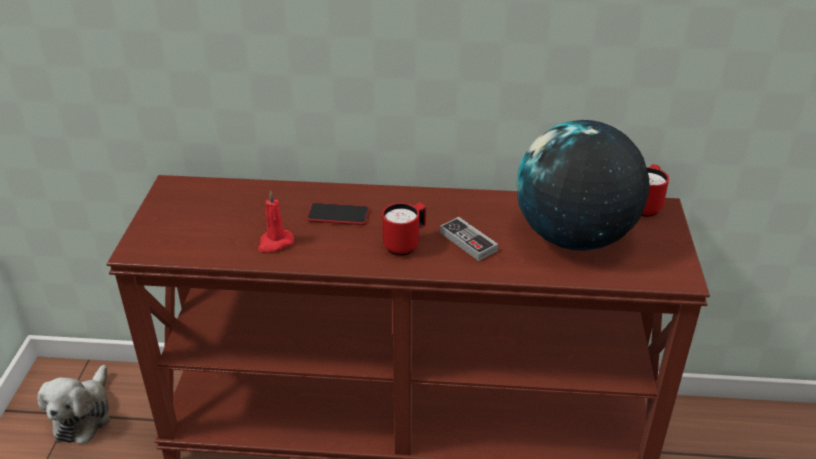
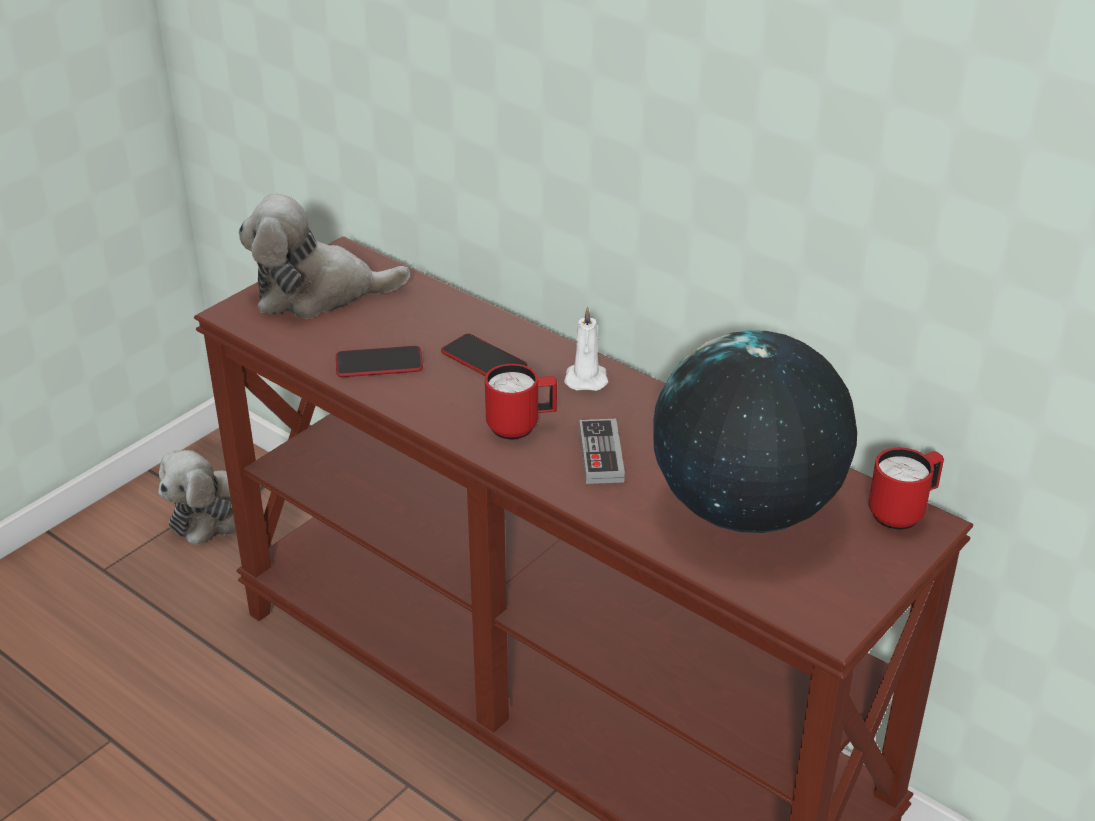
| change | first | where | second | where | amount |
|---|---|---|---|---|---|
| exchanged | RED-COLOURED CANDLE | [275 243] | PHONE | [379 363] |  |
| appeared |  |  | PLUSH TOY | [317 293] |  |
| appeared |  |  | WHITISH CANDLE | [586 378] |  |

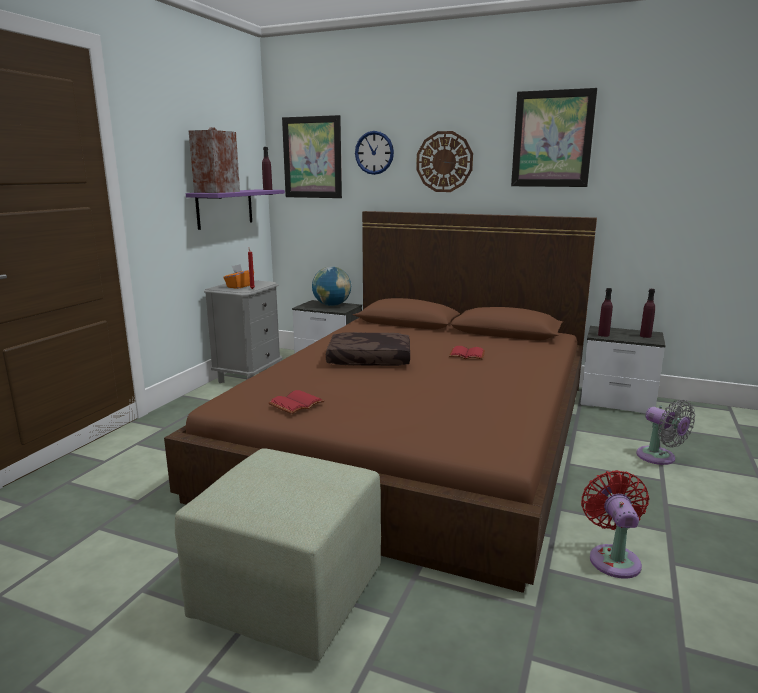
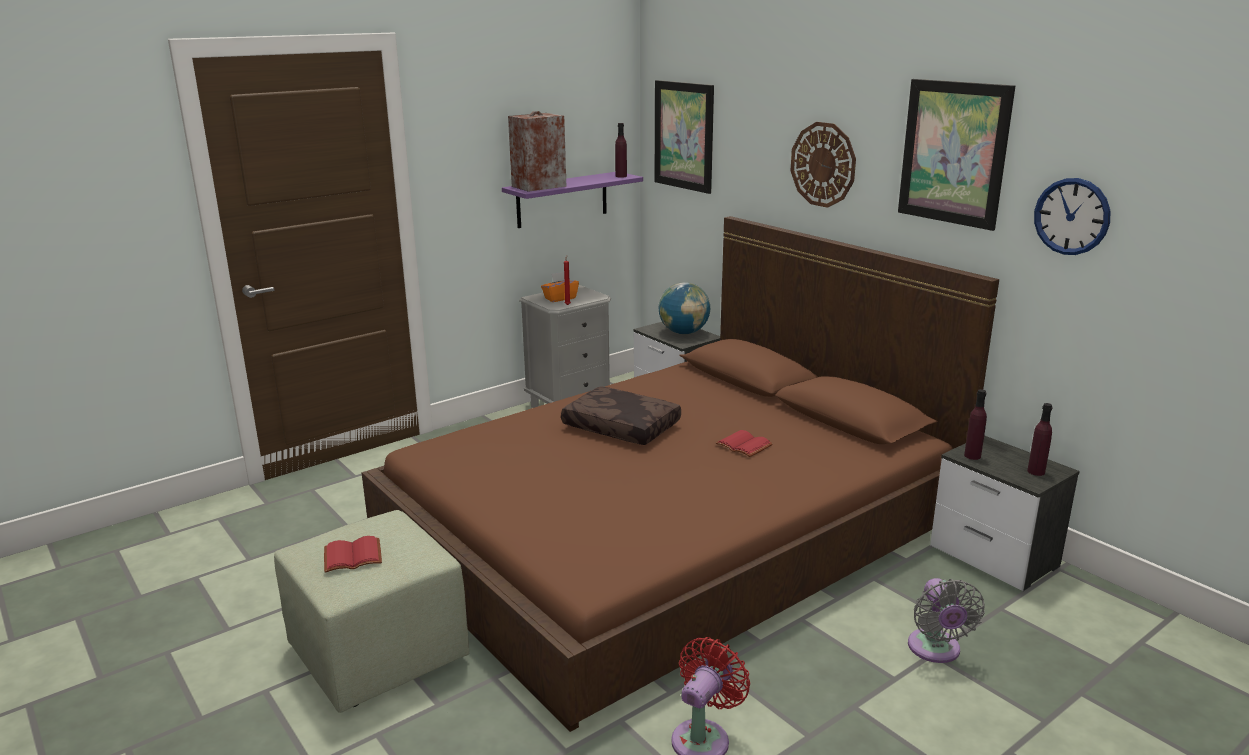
| change | first | where | second | where | amount |
|---|---|---|---|---|---|
| relocated | WALL CLOCK | [374 152] |  | [1071 216] |  |
| relocated | RED-COLOURED VOLUME | [297 404] |  | [352 558] |  |

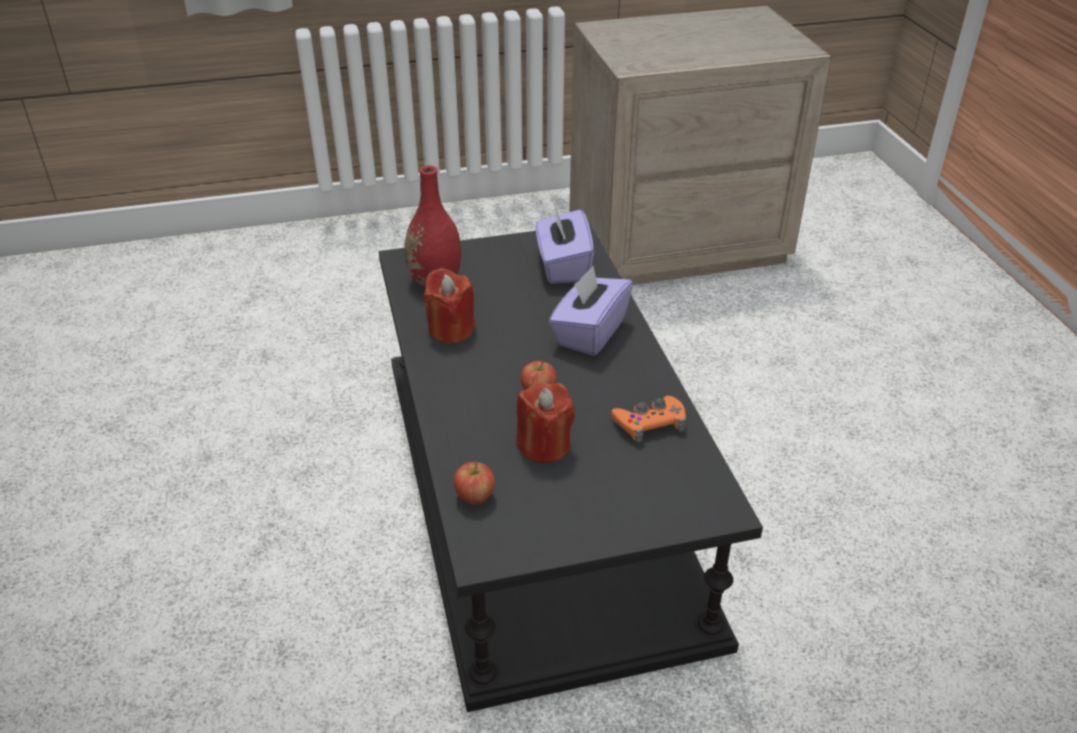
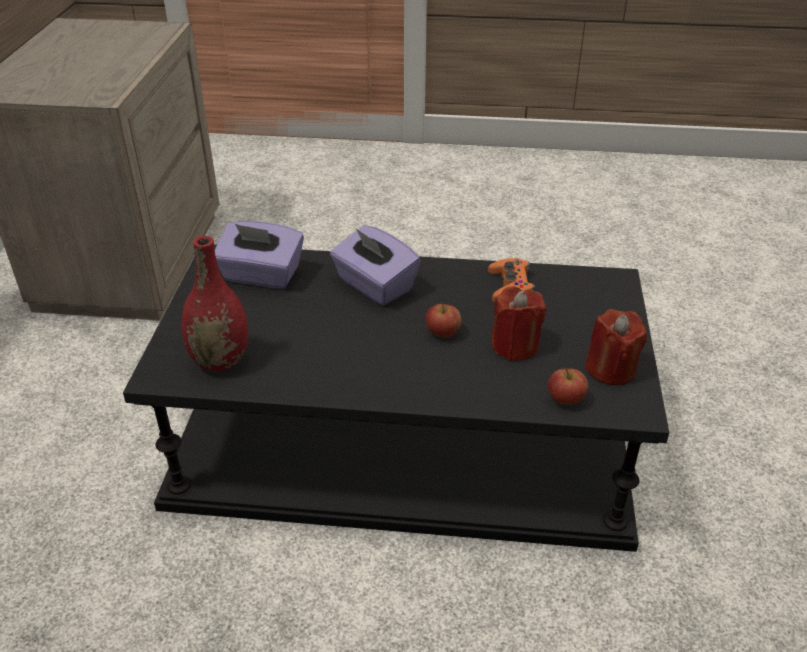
| change | first | where | second | where | amount |
|---|---|---|---|---|---|
| relocated | RED-COLOURED CANDLE | [450 329] |  | [611 369] |  |

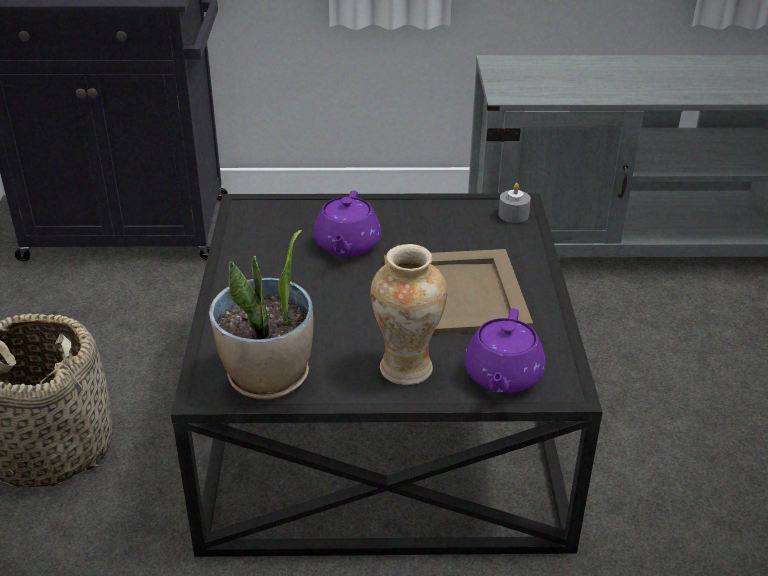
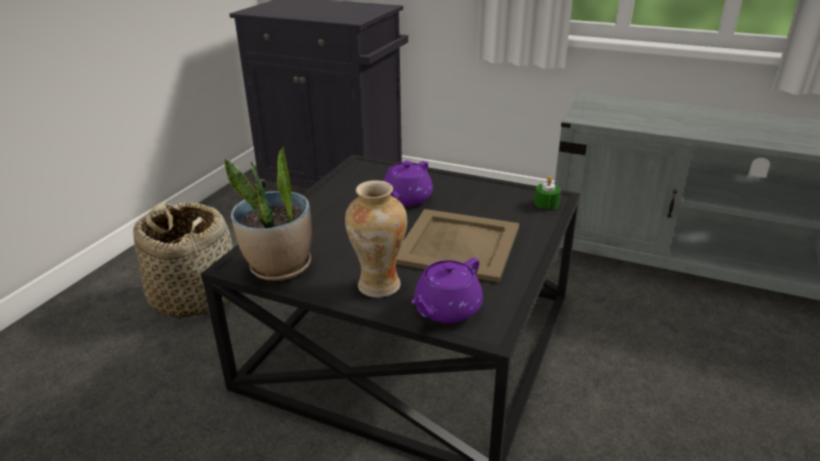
| change | first | where | second | where | amount |
|---|---|---|---|---|---|
| colour | GREYISH CANDLE | [513 215] | GREENISH CANDLE | [546 203] |  |

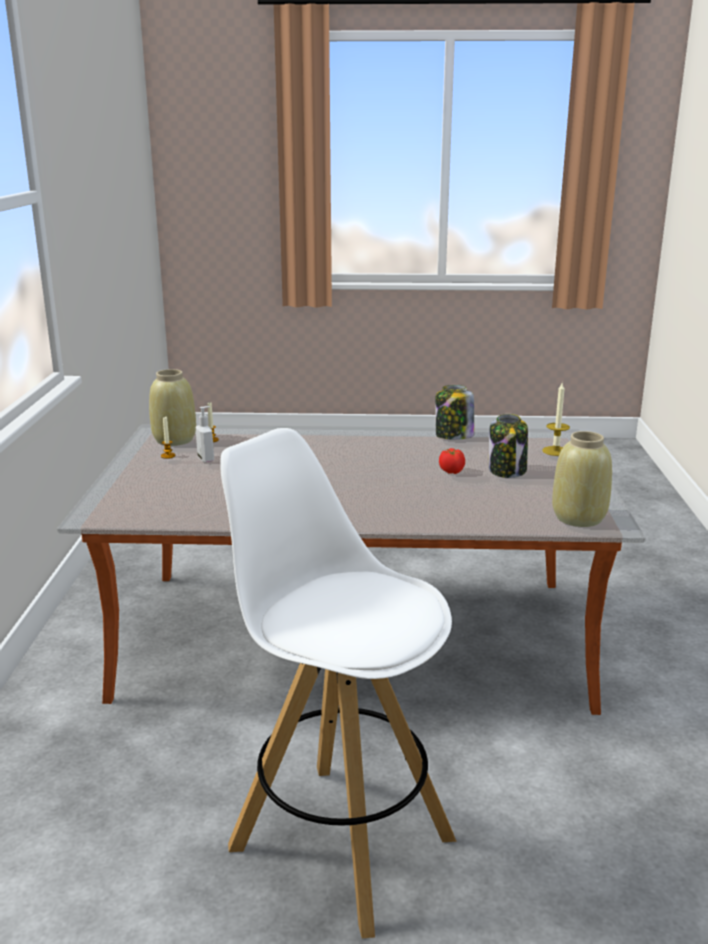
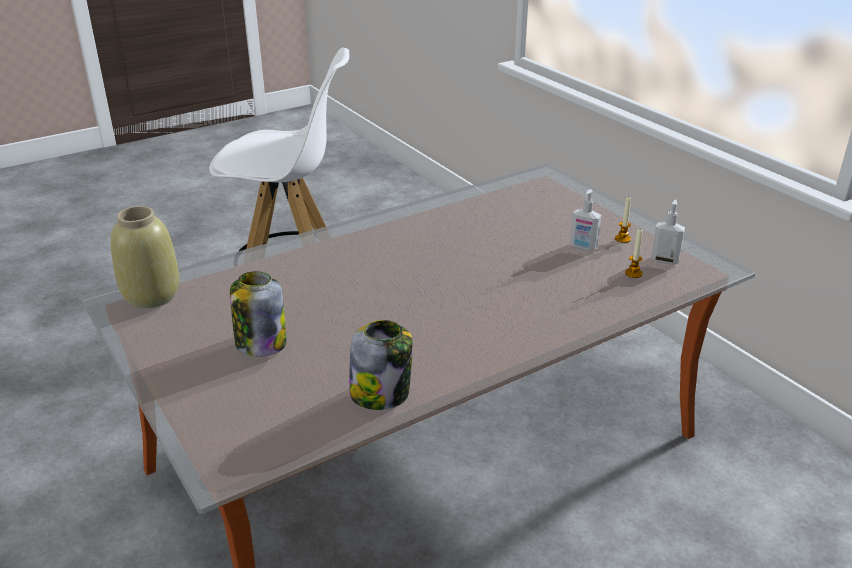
| change | first | where | second | where | amount |
|---|---|---|---|---|---|
| exchanged | BEIGE-COLOURED FLOWER VASE | [175 440] | SOAP BOTTLE | [664 260] |  |
| missing | CANDLE | [555 451] |  |  |  |
| missing | TOMATO | [452 471] |  |  |  |

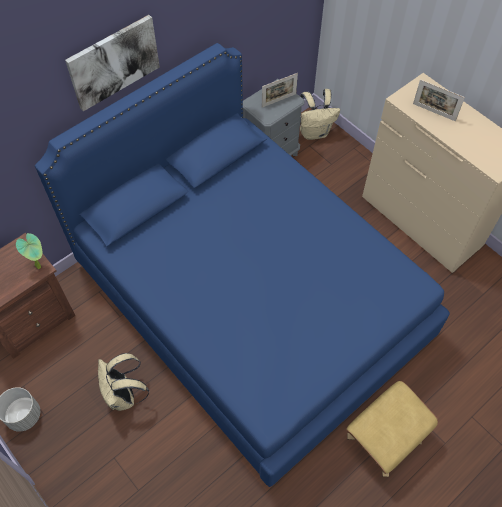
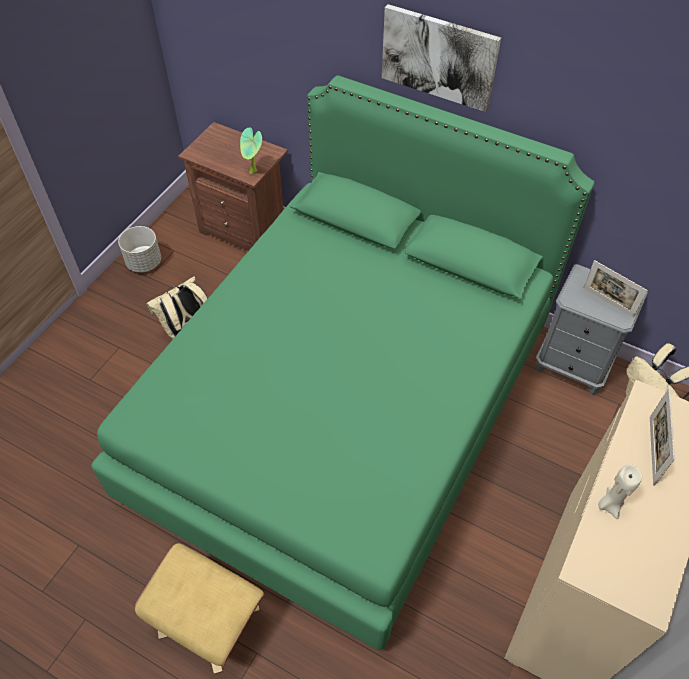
| change | first | where | second | where | amount |
|---|---|---|---|---|---|
| colour | BLUE-COLOURED SLEEPING BED | [250 301] | GREENISH SLEEPING BED | [344 410] |  |
| appeared |  |  | BEIGE-COLOURED CANDLE | [609 504] |  |

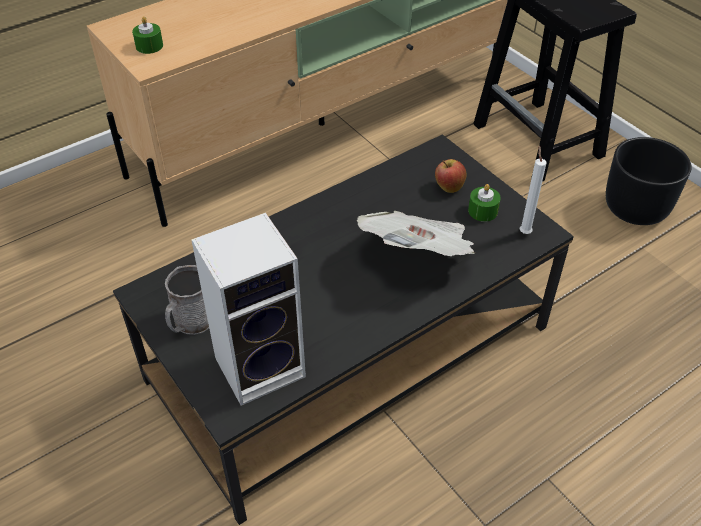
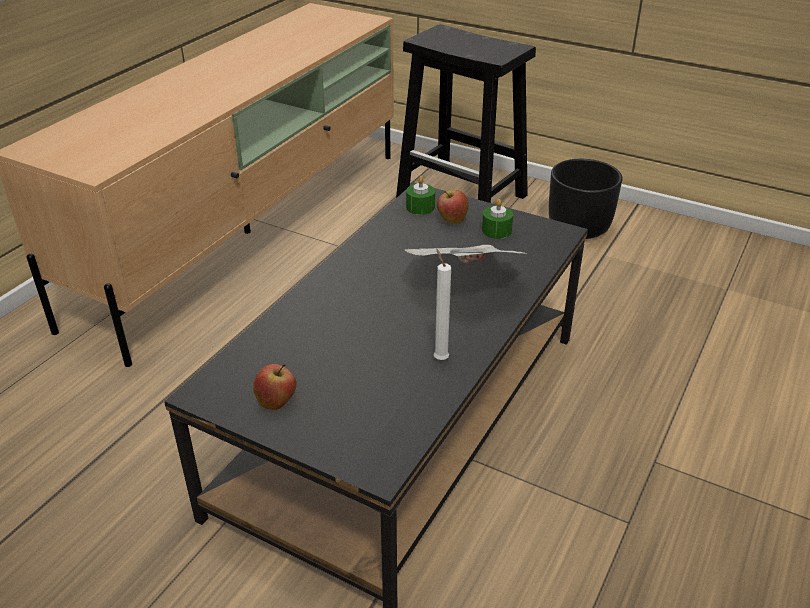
| change | first | where | second | where | amount |
|---|---|---|---|---|---|
| relocated | GREENISH CANDLE | [149 46] |  | [420 207] |  |
| relocated | WHITISH CANDLE | [524 231] |  | [439 358] |  |
| missing | SPEAKER | [262 365] |  |  |  |
| exchanged | GREYISH TEA MUG | [191 322] | APPLE | [277 402] |  |

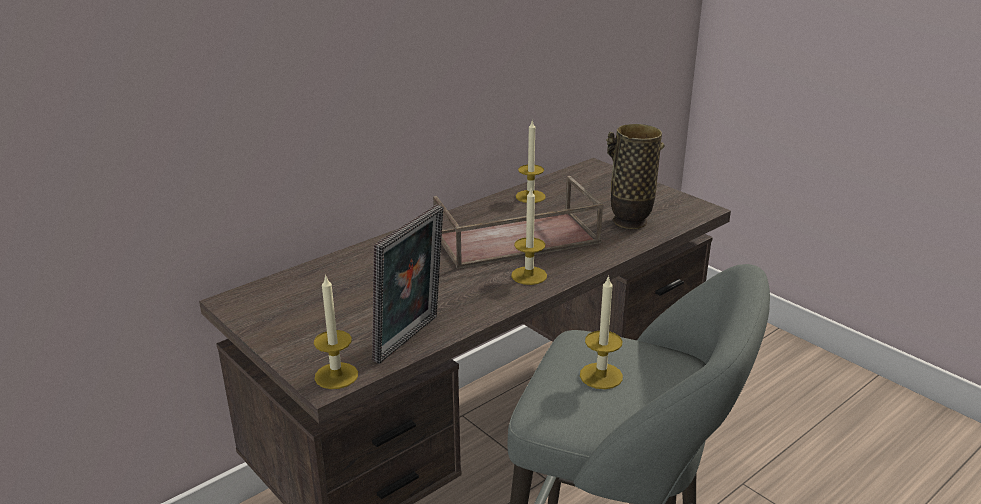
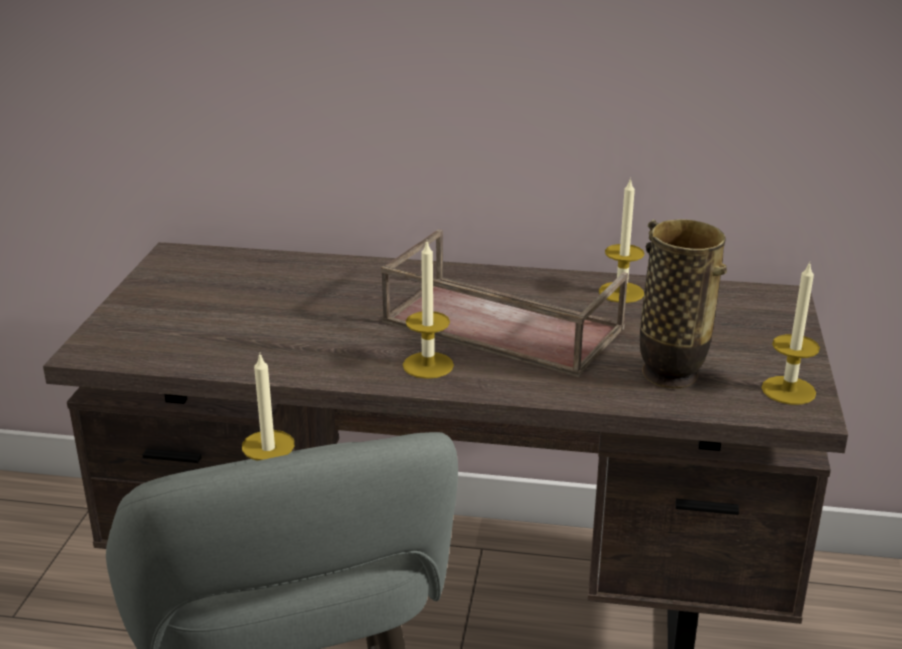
| change | first | where | second | where | amount |
|---|---|---|---|---|---|
| missing | PICTURE FRAME | [411 340] |  |  |  |
| relocated | CANDLE | [336 375] |  | [788 390] |  |

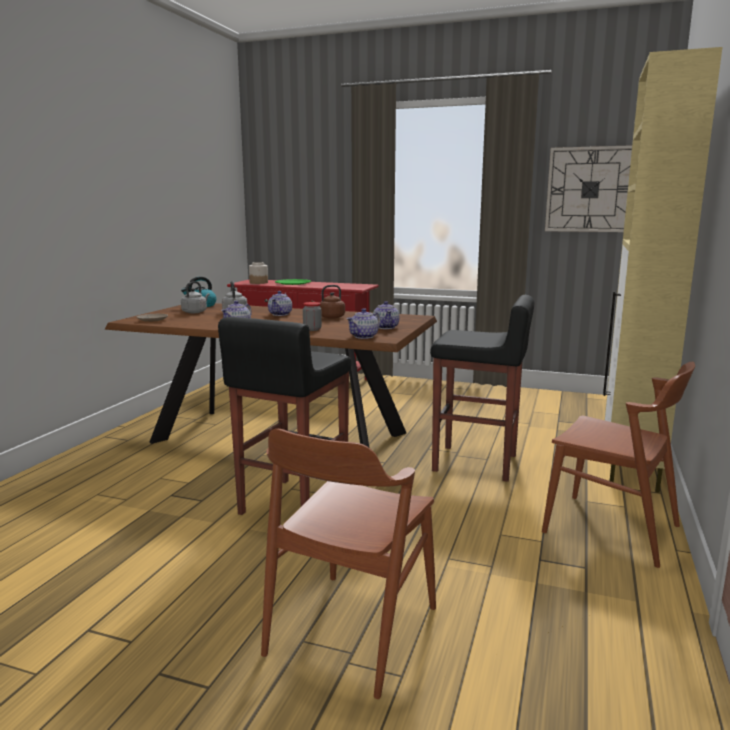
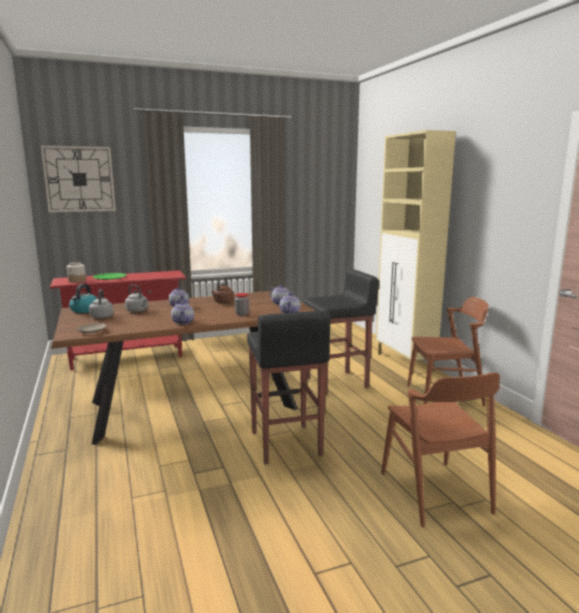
| change | first | where | second | where | amount |
|---|---|---|---|---|---|
| relocated | WALL CLOCK | [590 189] |  | [79 179] |  |

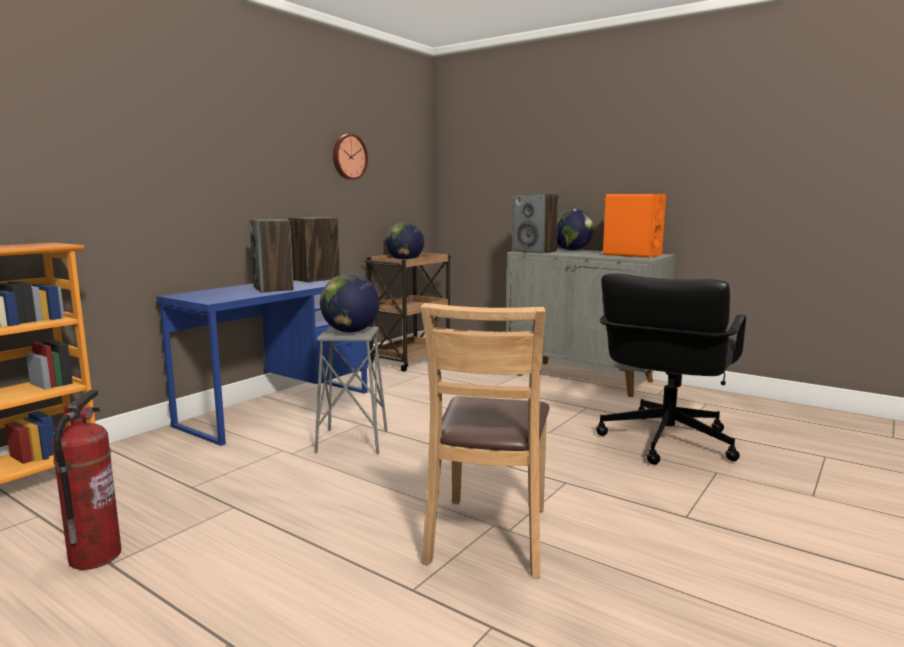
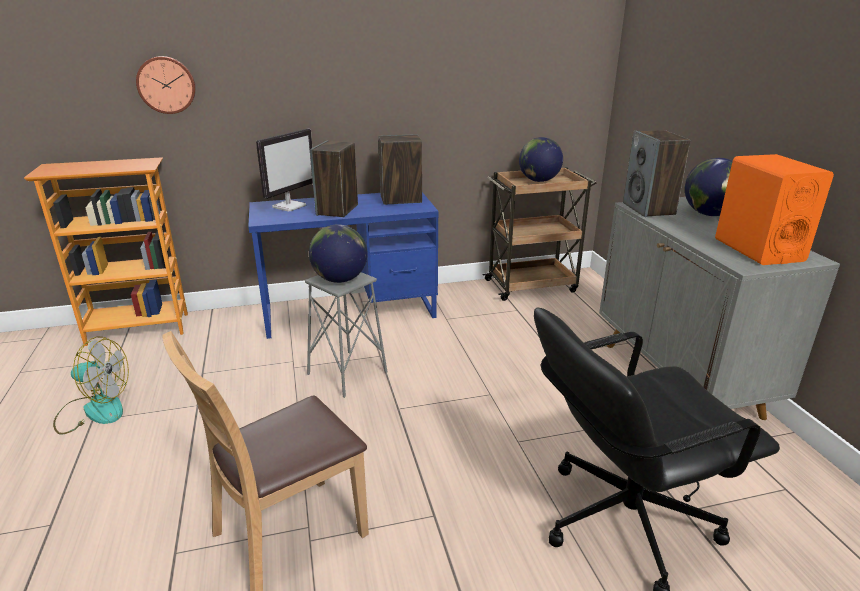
| change | first | where | second | where | amount |
|---|---|---|---|---|---|
| relocated | WALL CLOCK | [348 157] |  | [166 85] |  |
| exchanged | FIRE-FIGHTING CYLINDER | [95 557] | COOLING FAN | [94 410] |  |
| appeared |  |  | MONITOR | [289 206] |  |

